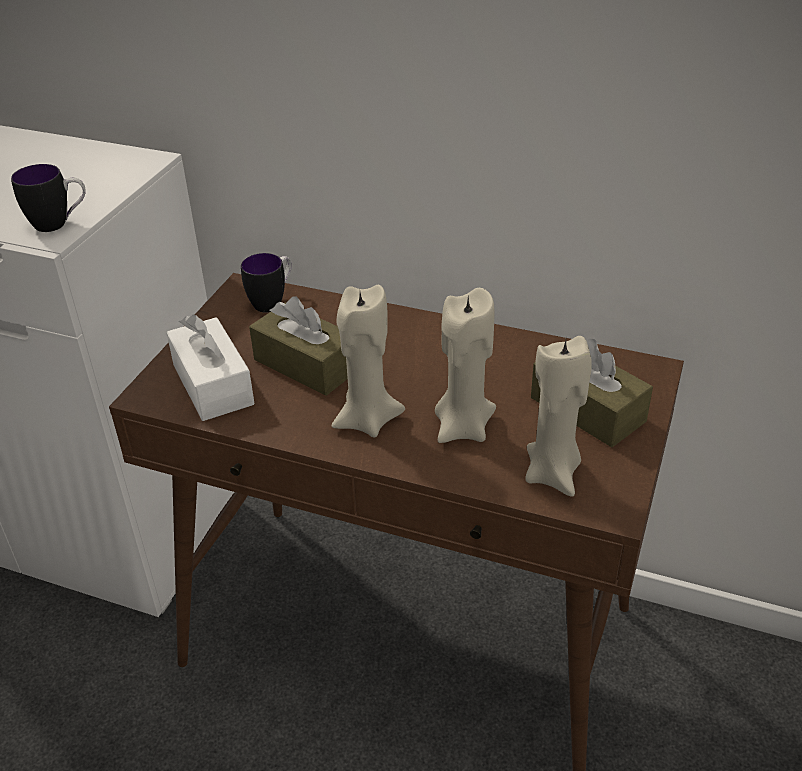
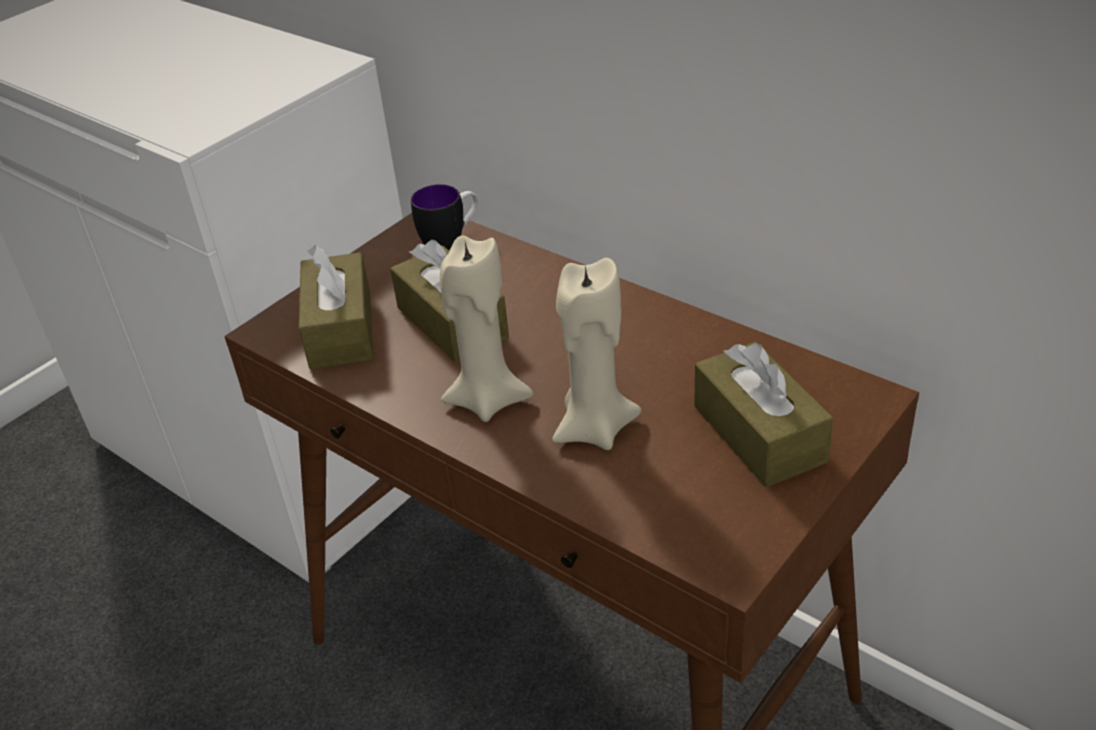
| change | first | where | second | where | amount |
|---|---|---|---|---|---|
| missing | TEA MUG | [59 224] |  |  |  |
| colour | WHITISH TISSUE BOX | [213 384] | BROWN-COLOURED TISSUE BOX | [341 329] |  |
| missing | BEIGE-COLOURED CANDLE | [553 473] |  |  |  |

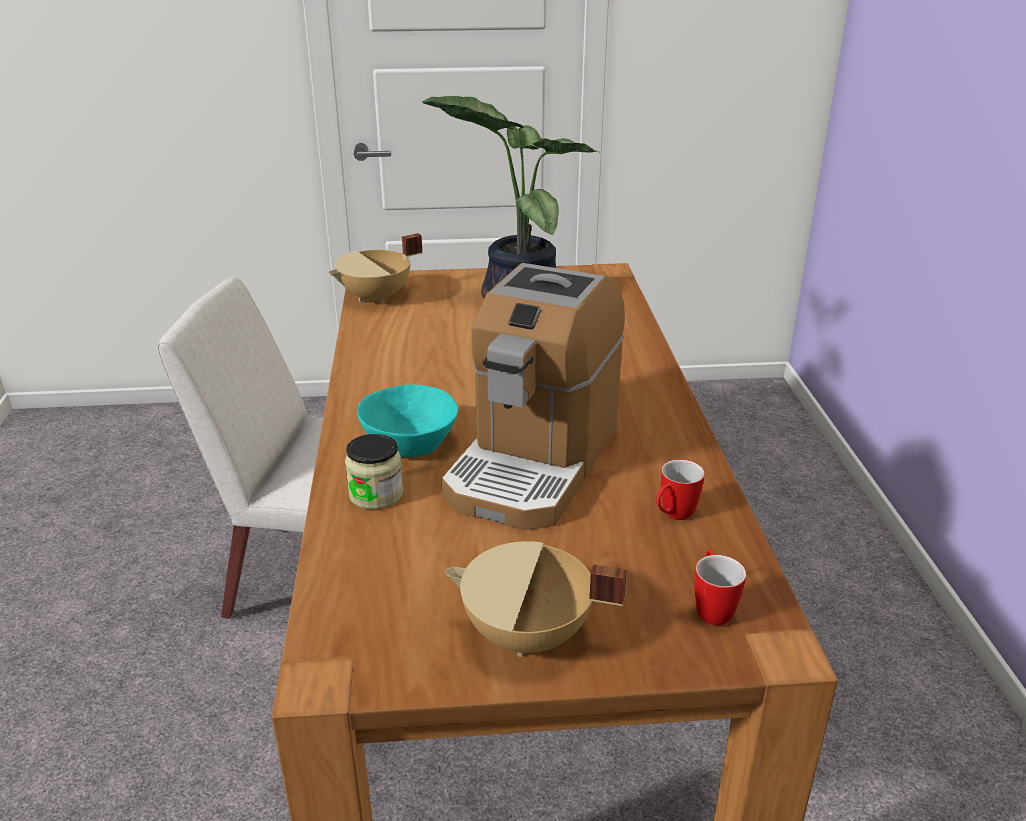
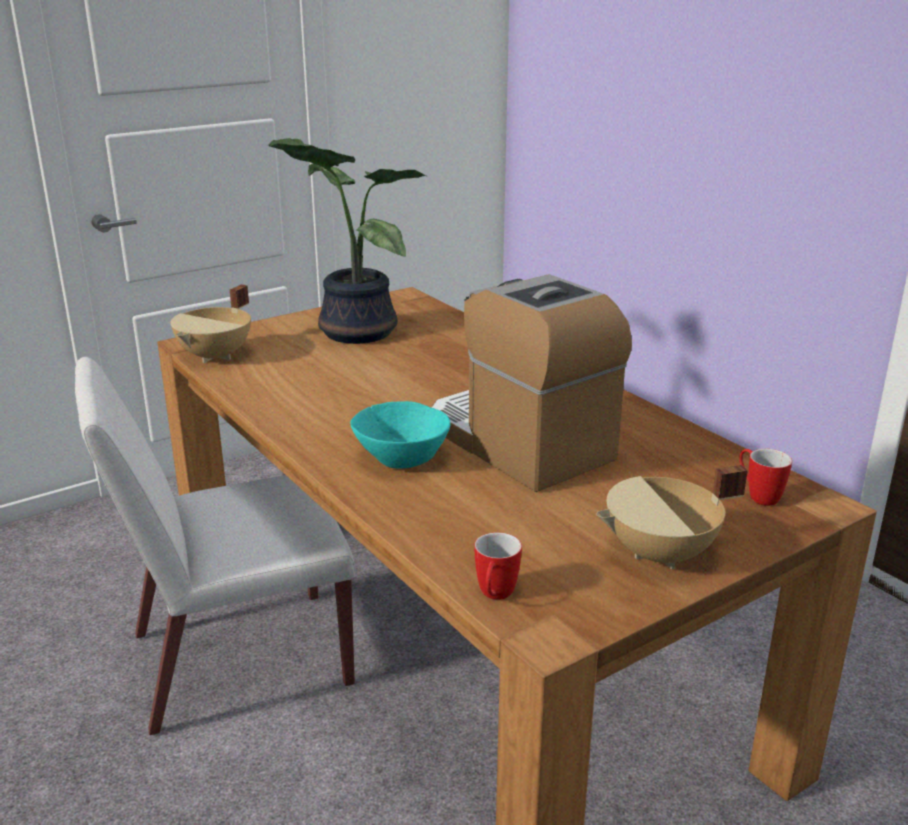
| change | first | where | second | where | amount |
|---|---|---|---|---|---|
| spun | COFFEE MAKER | [533 462] |  | [519 443] | 150 degrees clockwise |
| missing | STORAGE JAR | [376 494] |  |  |  |
| relocated | TEA MUG | [673 516] |  | [494 596] |  |

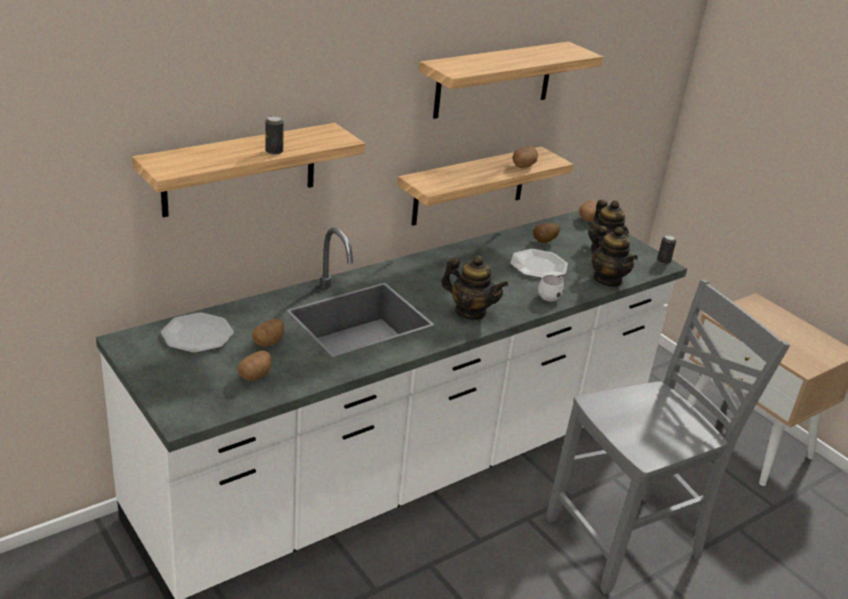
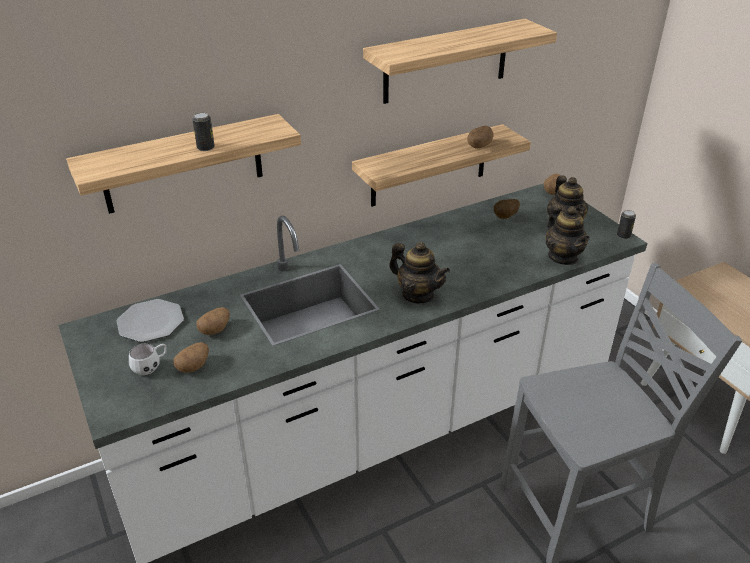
| change | first | where | second | where | amount |
|---|---|---|---|---|---|
| missing | PLATE | [538 266] |  |  |  |
| relocated | WHITISH TEA MUG | [551 296] |  | [151 367] |  |

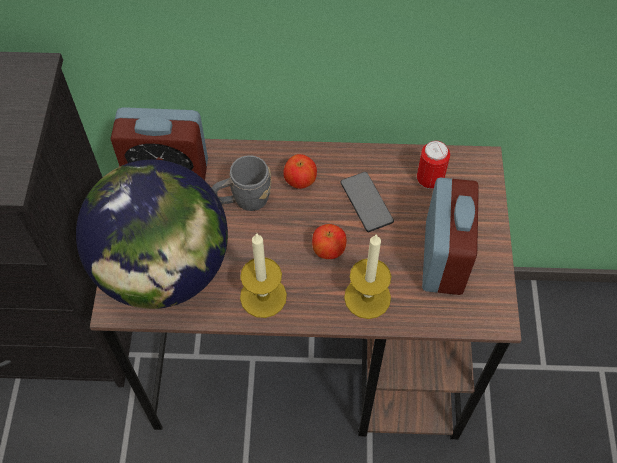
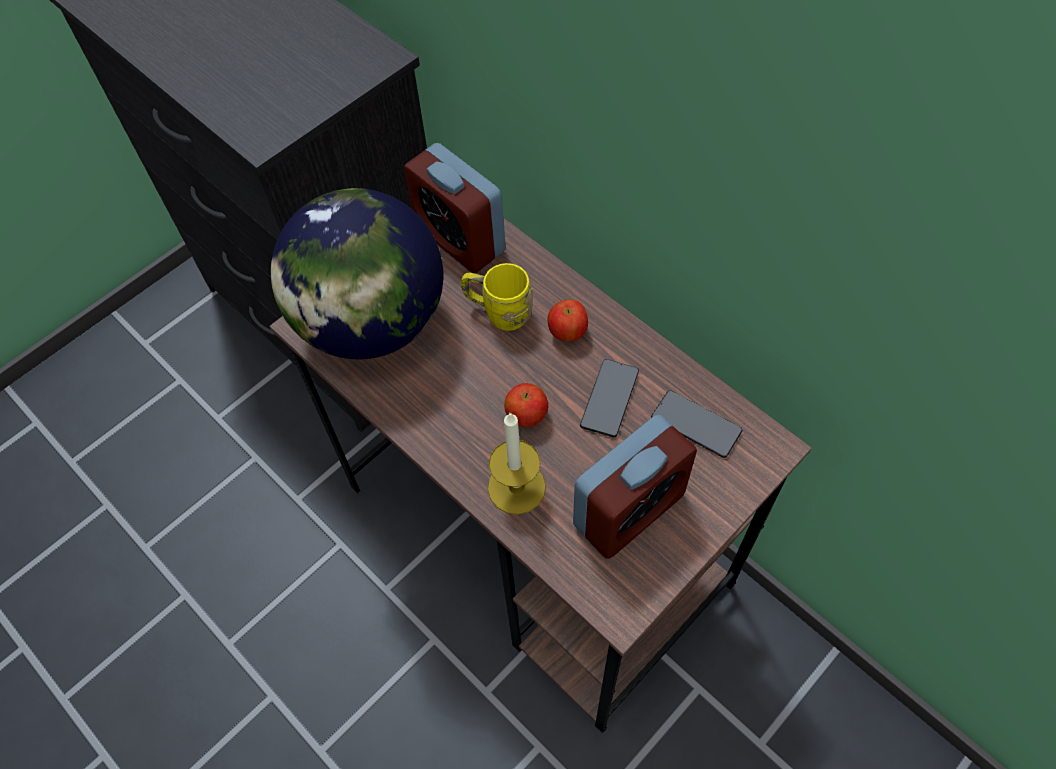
| change | first | where | second | where | amount |
|---|---|---|---|---|---|
| exchanged | METAL CAN | [429 180] | PHONE | [696 424] |  |
| colour | GREYISH TEA MUG | [243 200] | YELLOWISH TEA MUG | [498 312] |  |
| missing | CANDLE | [263 296] |  |  |  |

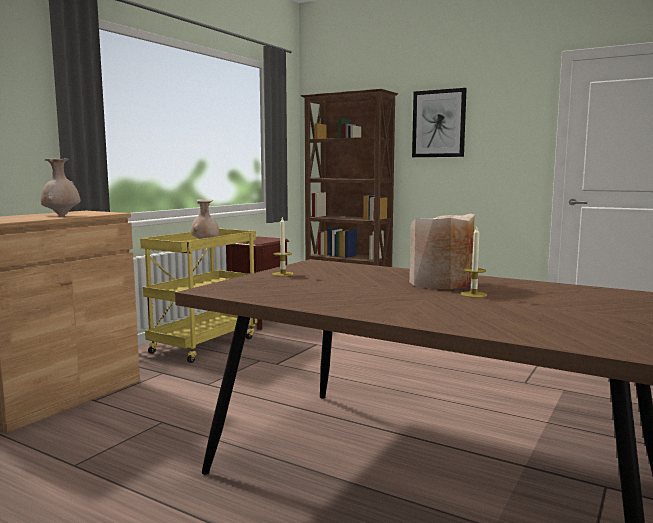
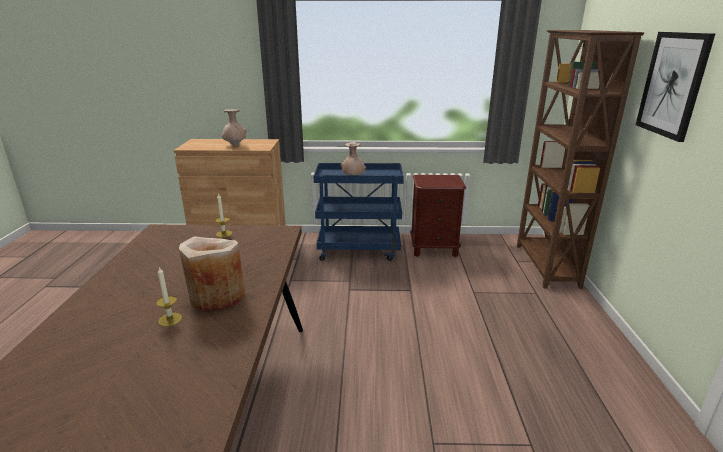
| change | first | where | second | where | amount |
|---|---|---|---|---|---|
| colour | YELLOWISH CART | [204 344] | BLUE-COLOURED CART | [359 250] |  |

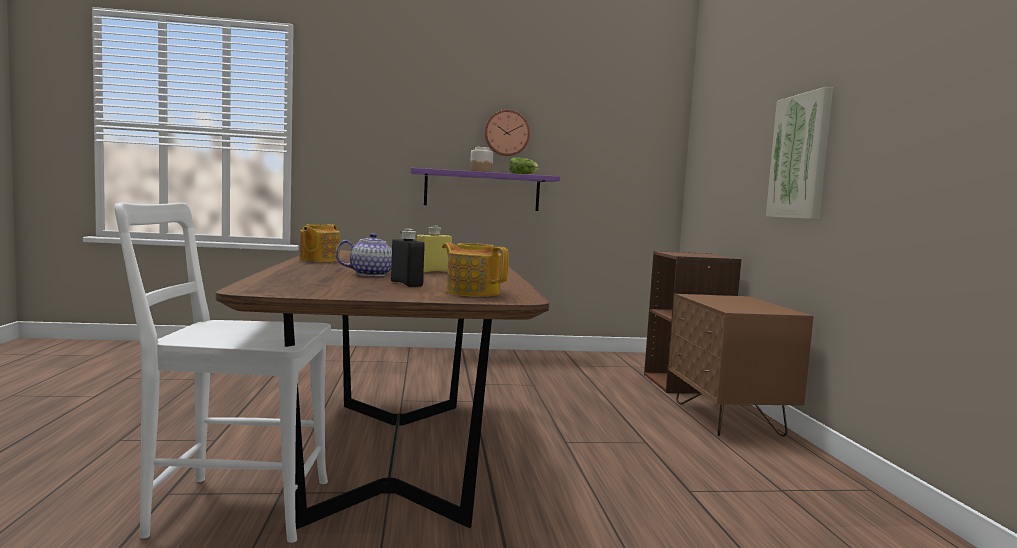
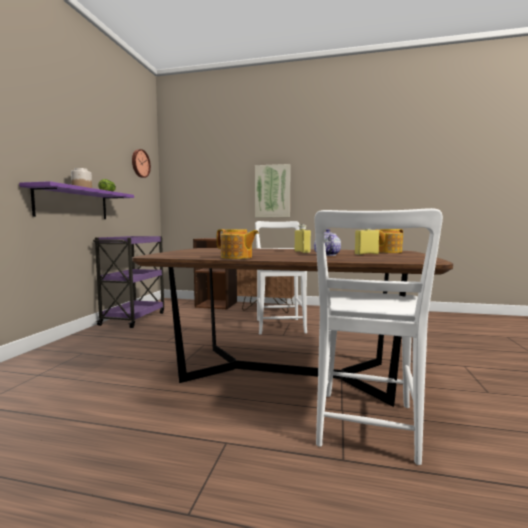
| change | first | where | second | where | amount |
|---|---|---|---|---|---|
| relocated | WALL CLOCK | [506 133] |  | [140 163] |  |
| colour | BLACKISH DRINK BOTTLE | [406 284] | YELLOWISH DRINK BOTTLE | [366 254] |  |
| appeared |  |  | WHITISH PLAIN CHAIR | [279 325] |  |
| appeared |  |  | PURPLISH CART | [134 318] |  |

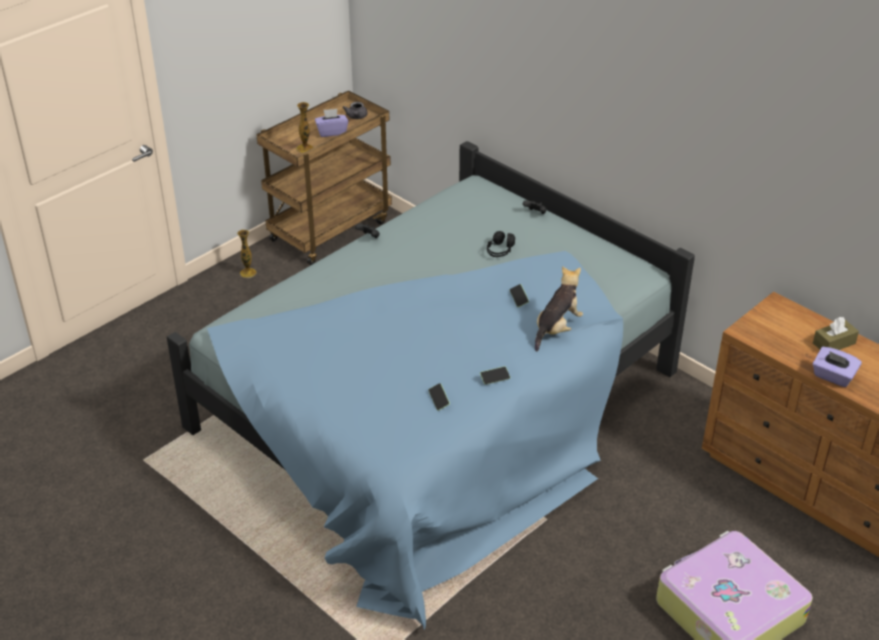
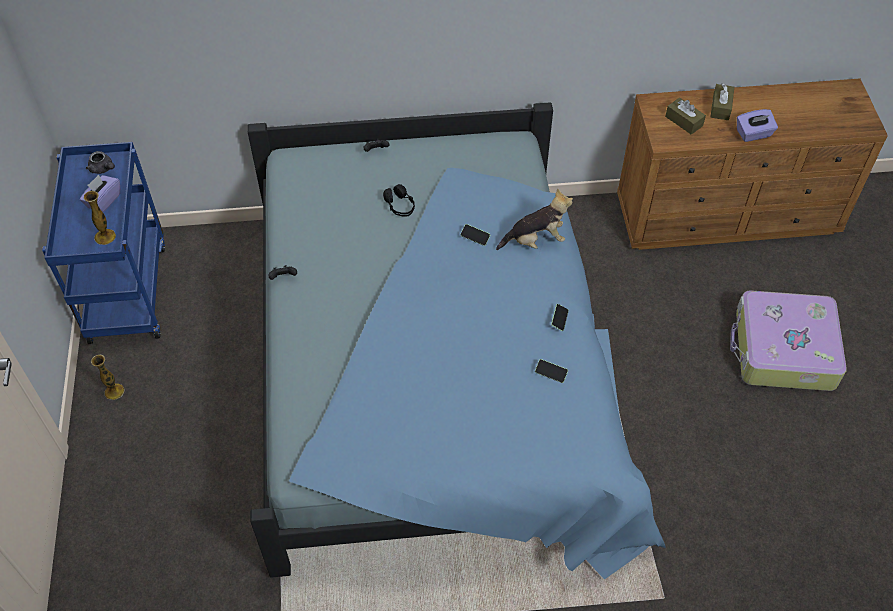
| change | first | where | second | where | amount |
|---|---|---|---|---|---|
| colour | BROWN-COLOURED CART | [330 229] | BLUE-COLOURED CART | [126 290] |  |
| spun | PLUSH TOY | [557 328] |  | [535 240] | 90 degrees clockwise |
| appeared |  |  | BROWN-COLOURED TISSUE BOX | [684 121] |  |

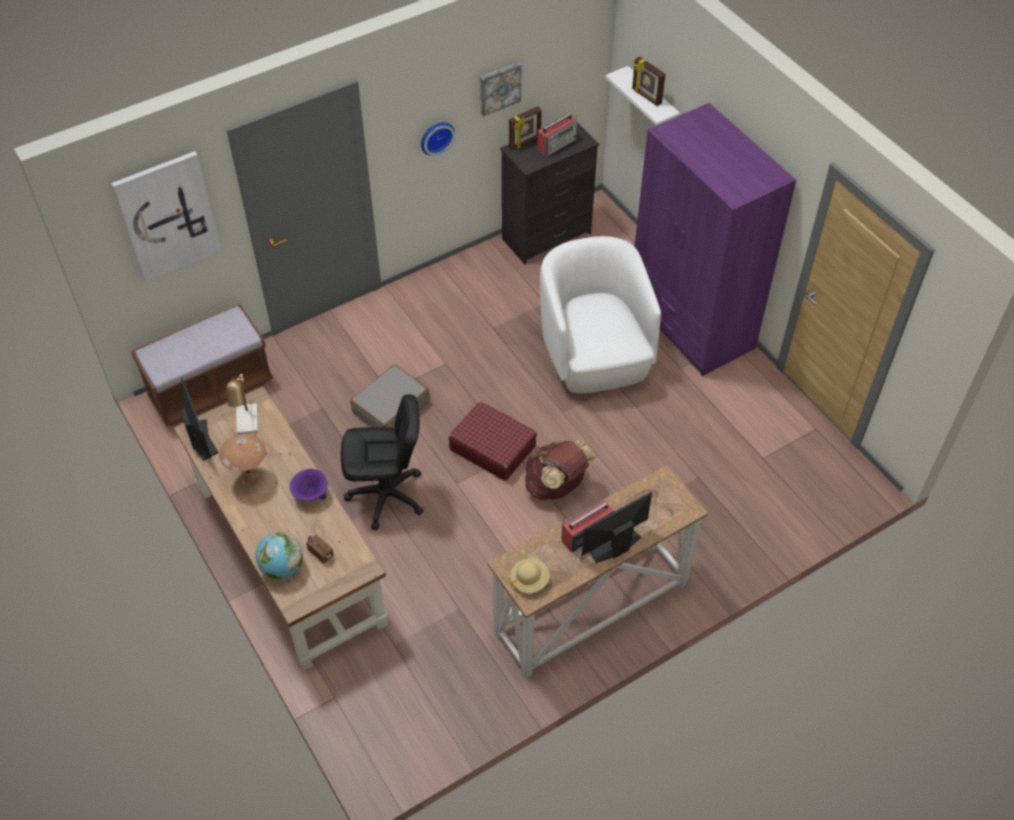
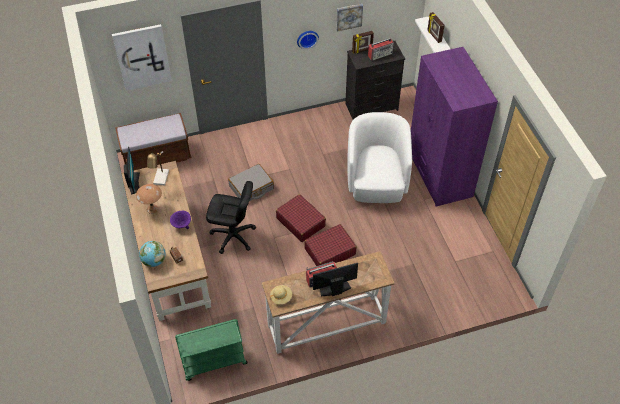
| change | first | where | second | where | amount |
|---|---|---|---|---|---|
| exchanged | BROWN-COLOURED RUCKSACK | [556 486] | RED-COLOURED TRAVEL CASE | [329 251] |  |
| appeared |  |  | GREENISH CART | [213 362] |  |

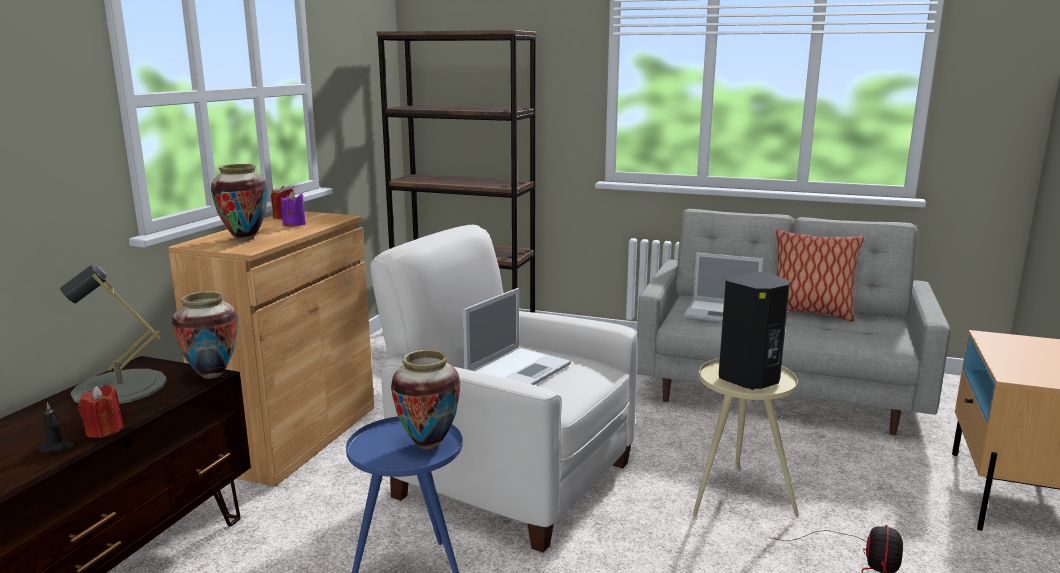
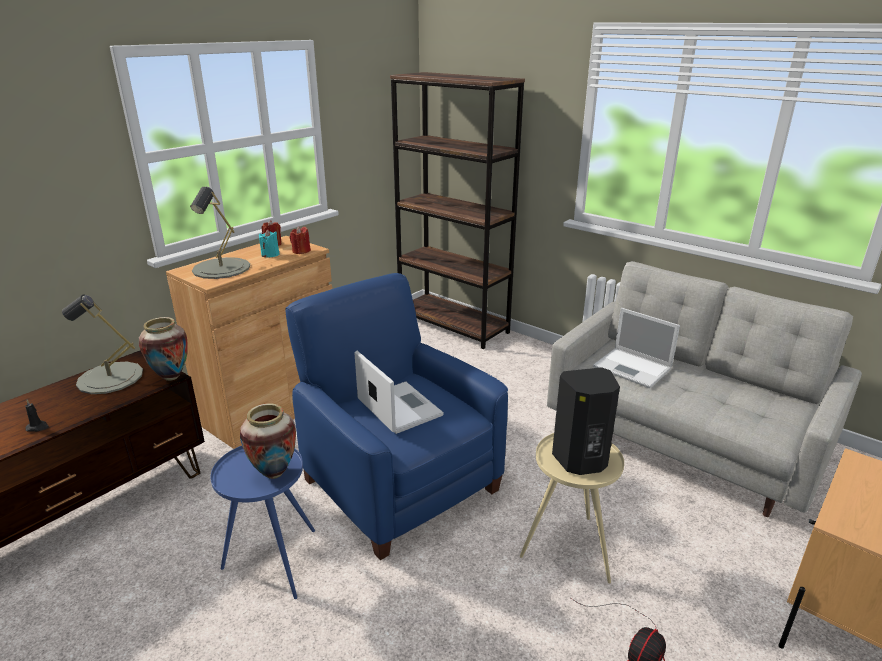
| change | first | where | second | where | amount |
|---|---|---|---|---|---|
| exchanged | FLOWER VASE | [245 238] | GREYISH LAMP FOR A TABLE | [221 268] |  |
| colour | PURPLISH CANDLE | [294 224] | BLUE-GREEN CANDLE | [270 255] |  |
| colour | WHITISH EASY CHAIR | [511 479] | BLUE-COLOURED EASY CHAIR | [399 483] |  |
| missing | PILLOW | [809 313] |  |  |  |
| spun | LAPTOP | [519 369] |  | [398 407] | 90 degrees counterclockwise |
| relocated | RED-COLOURED CANDLE | [104 430] |  | [301 251] |  |

